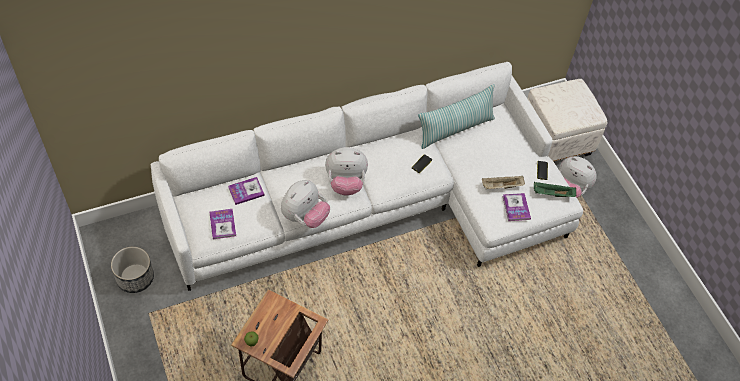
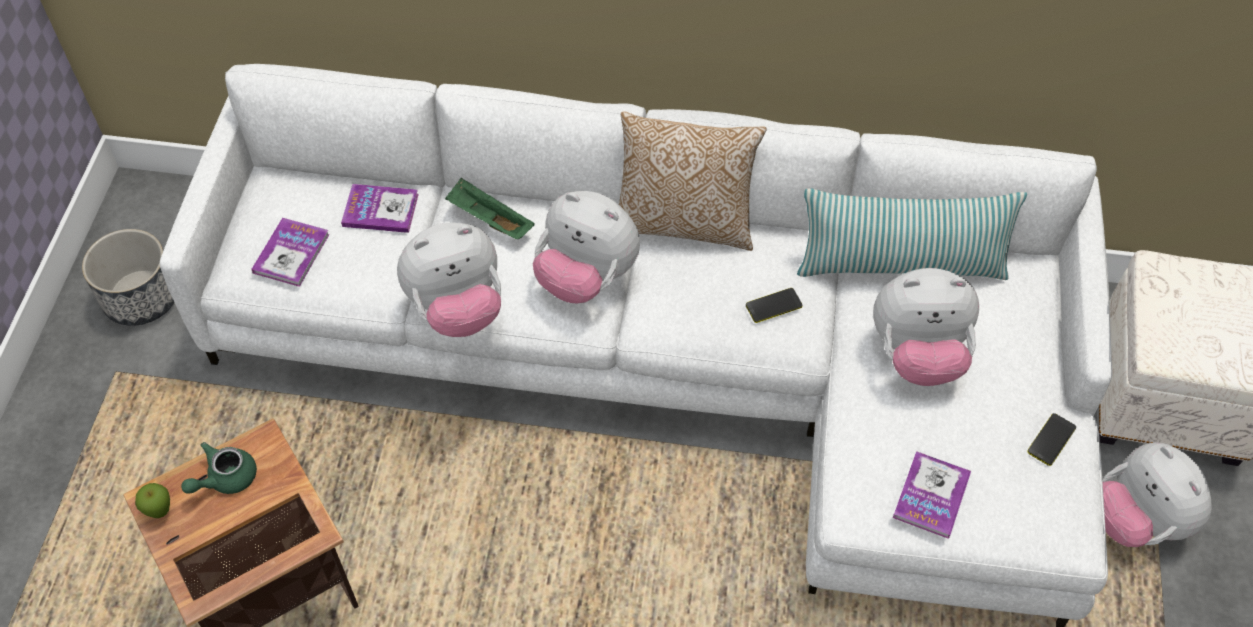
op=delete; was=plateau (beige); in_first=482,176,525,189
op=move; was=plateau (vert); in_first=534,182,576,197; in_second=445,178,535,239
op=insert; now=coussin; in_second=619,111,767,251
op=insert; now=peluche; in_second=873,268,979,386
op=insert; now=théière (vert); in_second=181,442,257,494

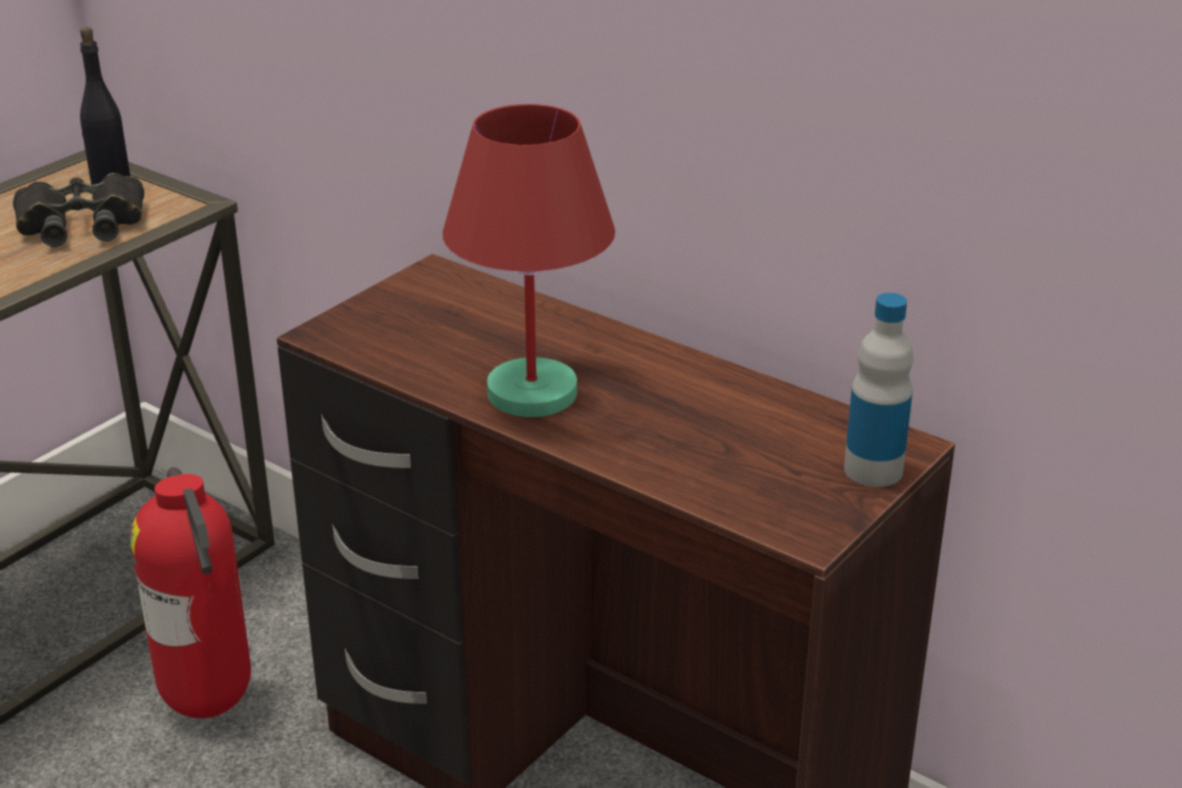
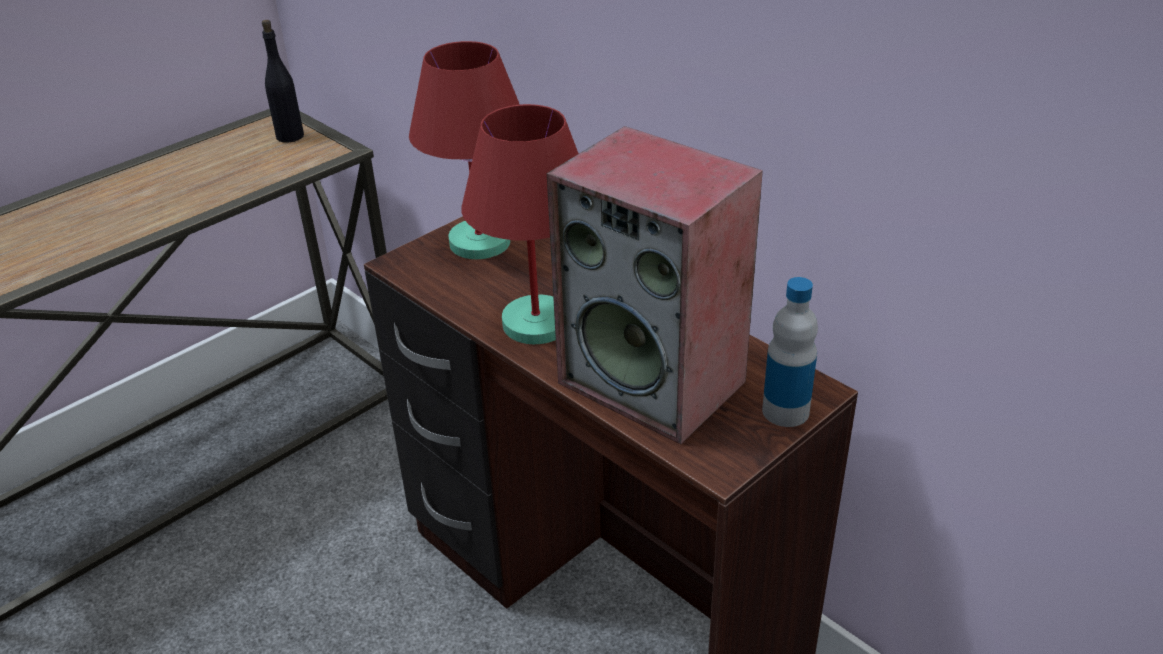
op=delete; was=jumelles (noir); in_first=13,173,144,247
op=delete; was=extincteur; in_first=130,467,251,718
op=insert; now=lampe de table (rouge); in_second=409,41,520,259
op=insert; now=enceinte; in_second=547,126,763,444

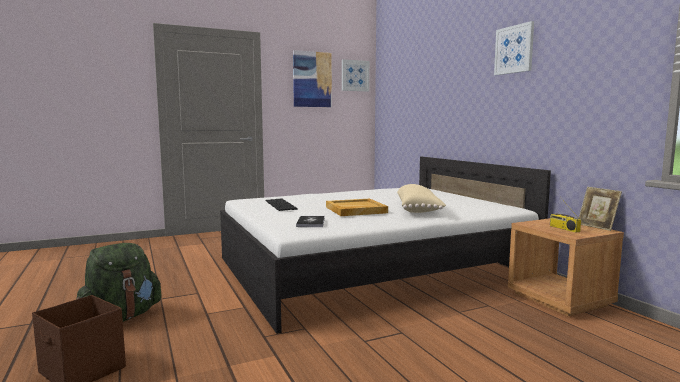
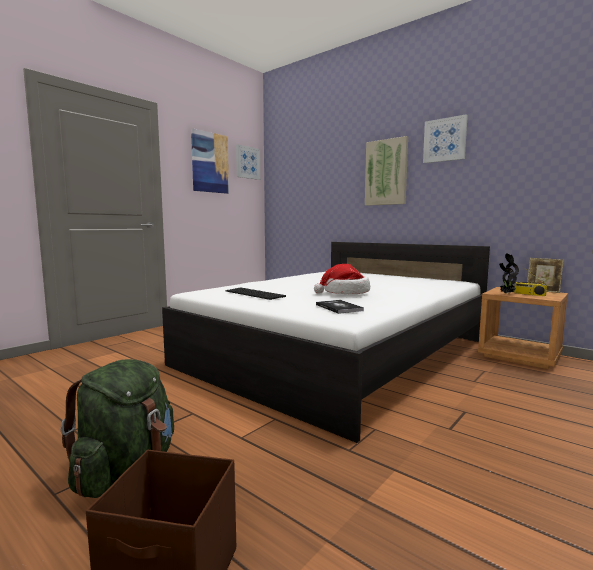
op=delete; was=coussin (beige); in_first=397,184,446,213
op=replace; was=plateau (beige); now=chapeau; in_first=326,199,388,216; in_second=314,264,370,294
op=insert; now=tableau; in_second=365,136,408,206
op=insert; now=plante en pot; in_second=499,253,519,294

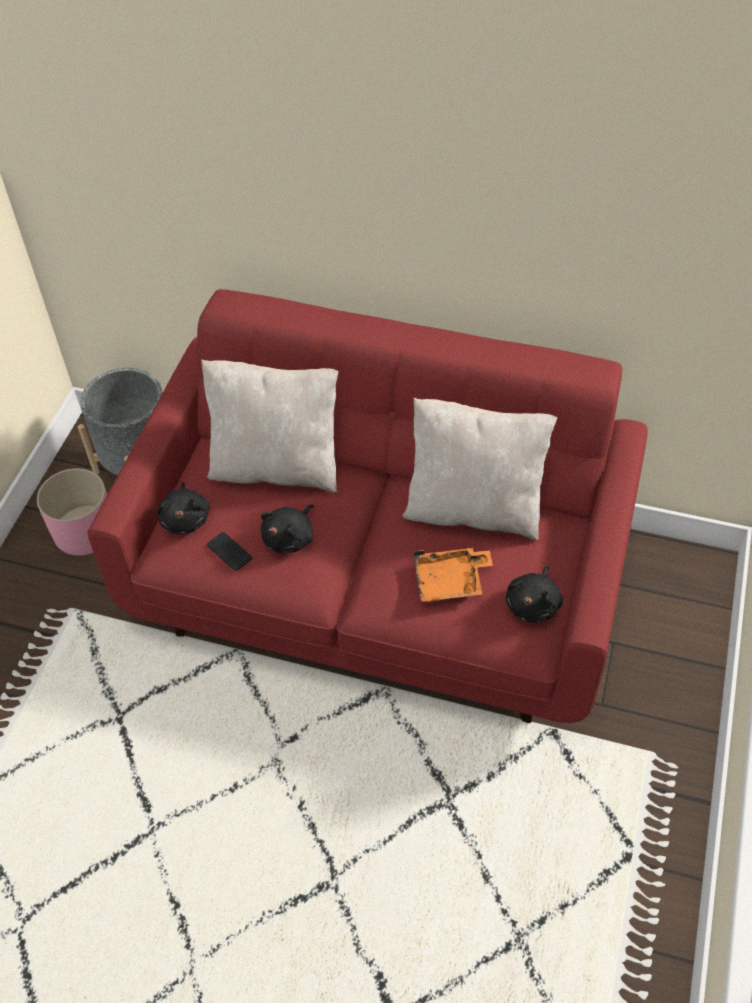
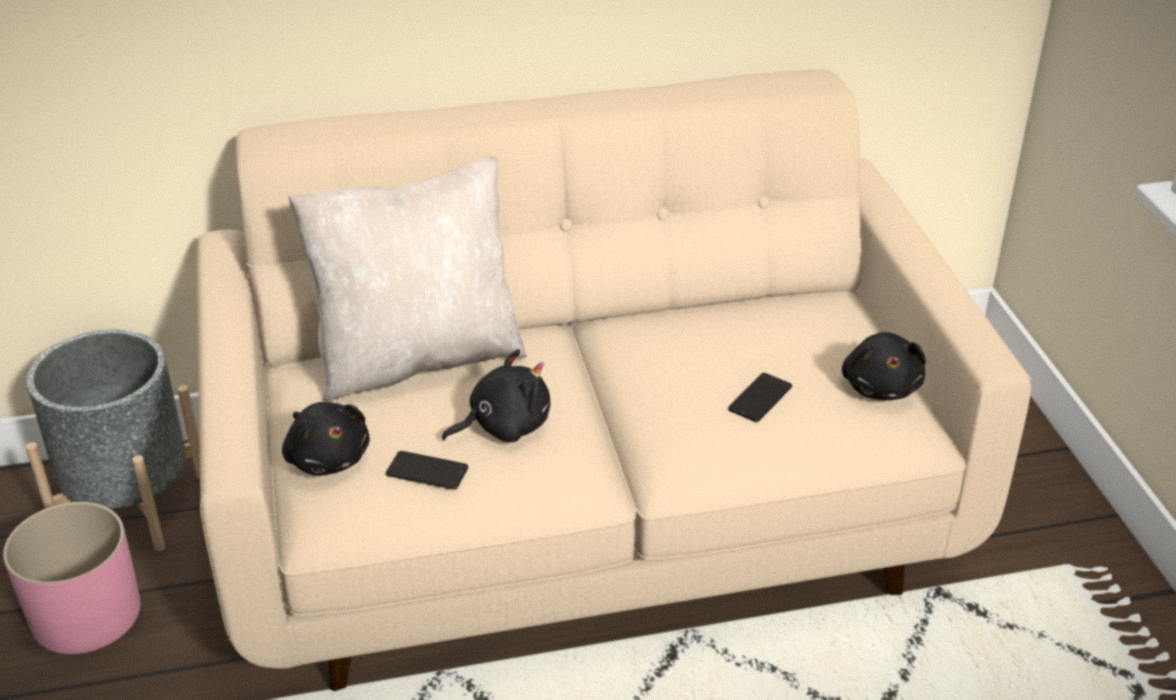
op=recolor; was=canapé (rouge); now=canapé (beige); in_first=87,289,648,723; in_second=197,70,1032,691
op=delete; was=coussin (beige); in_first=402,398,557,540
op=rotate; was=peluche (noir); in_first=260,504,314,553; in_second=442,349,550,442; clockwise=-120
op=replace; was=plateau (orange); now=téléphone; in_first=414,548,493,602; in_second=728,373,792,422

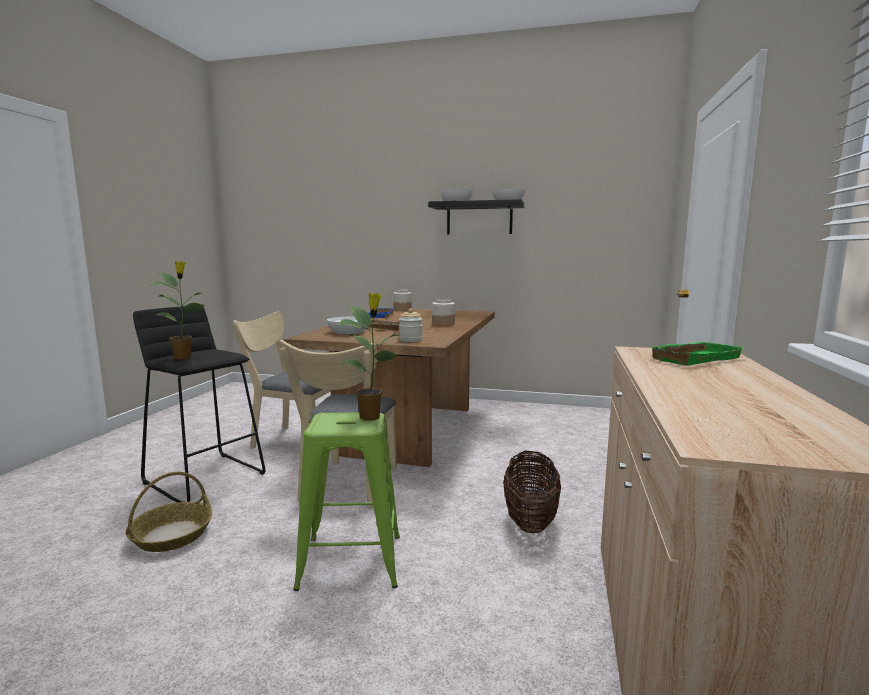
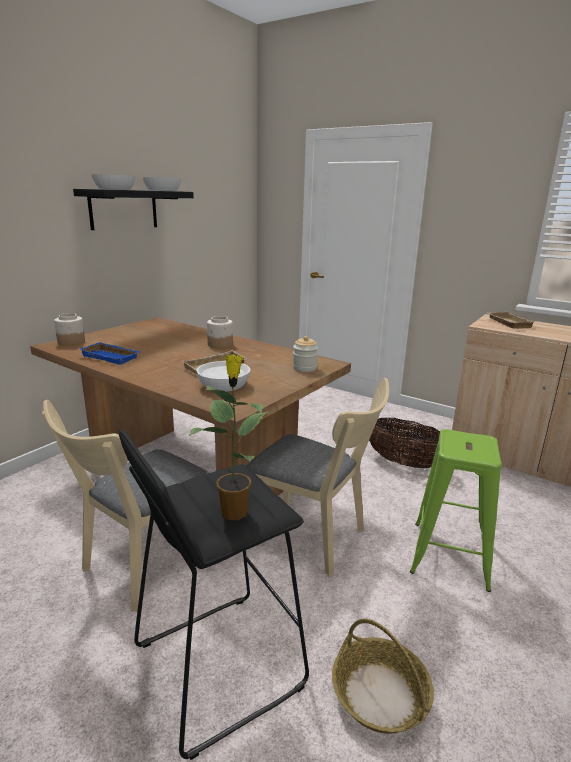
op=delete; was=plante en pot; in_first=337,293,399,421
op=recolor; was=plateau (vert); now=plateau (beige); in_first=647,342,745,366; in_second=488,312,536,329

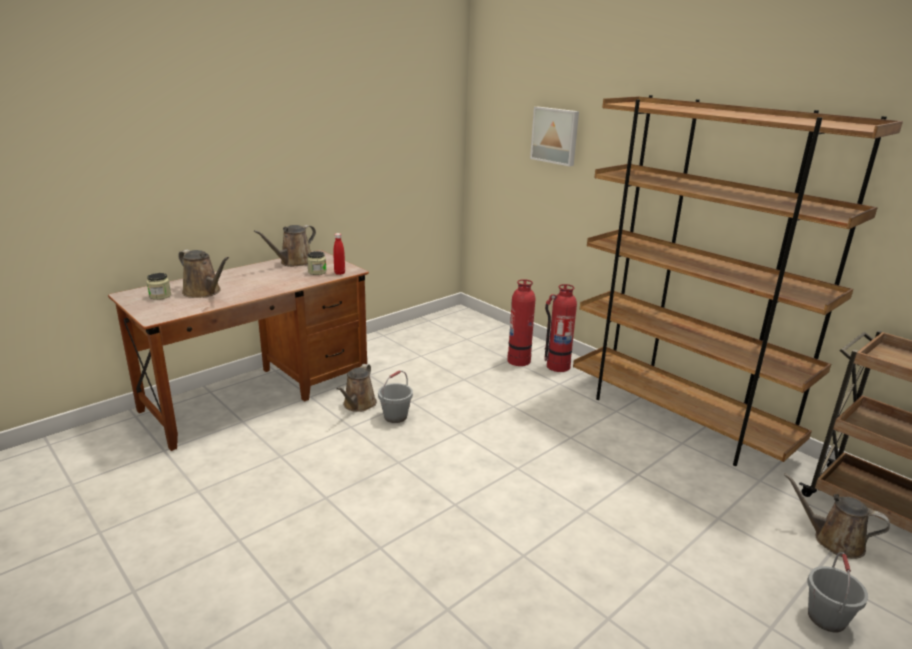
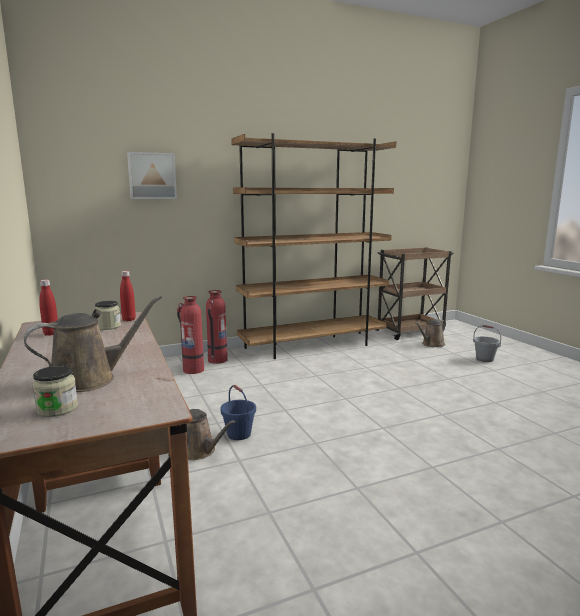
op=replace; was=arrosoir (marron); now=bouteille (rouge); in_first=254,225,316,267; in_second=39,280,58,336
op=recolor; was=seau (gris); now=seau (bleu); in_first=378,370,413,423; in_second=221,385,256,440

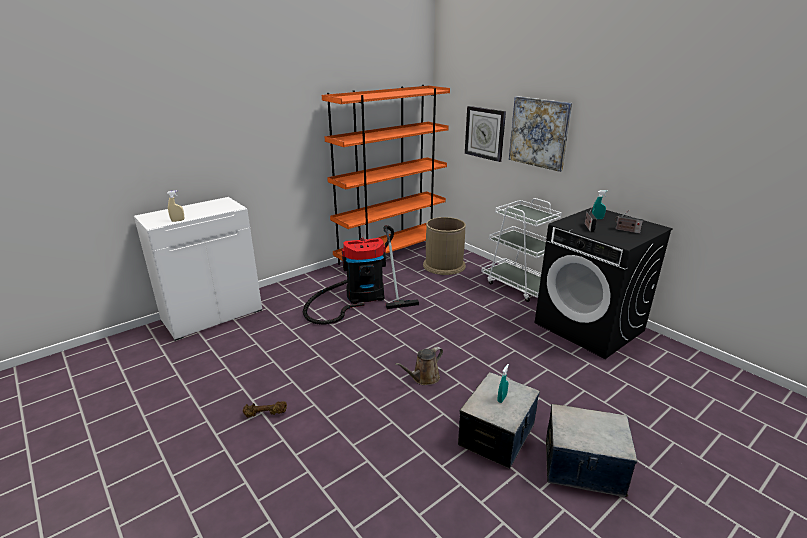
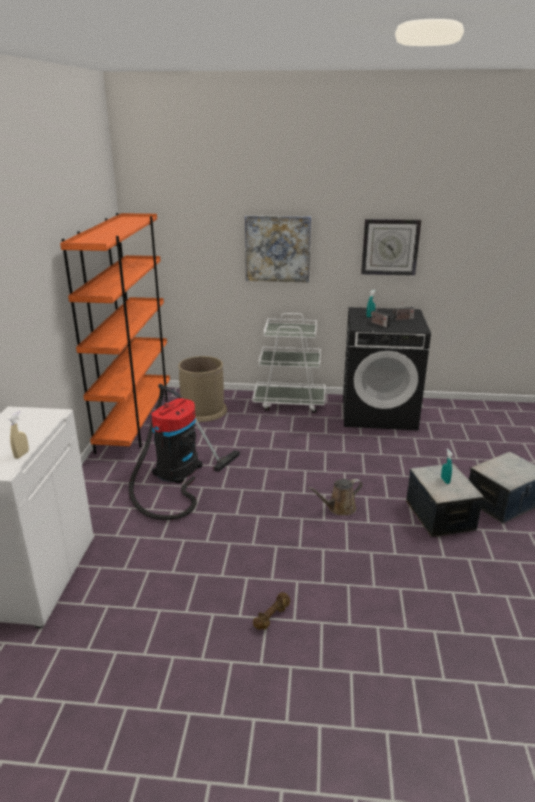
op=move; was=horloge murale; in_first=465,106,506,162; in_second=361,219,421,276
op=rotate; was=arrosoir (marron); in_first=395,347,443,385; in_second=308,479,362,515; clockwise=60

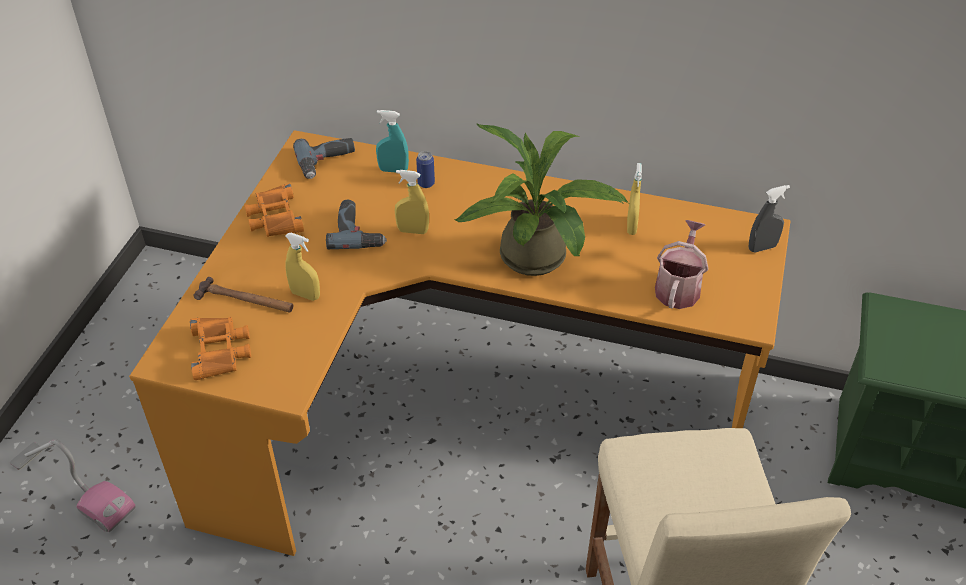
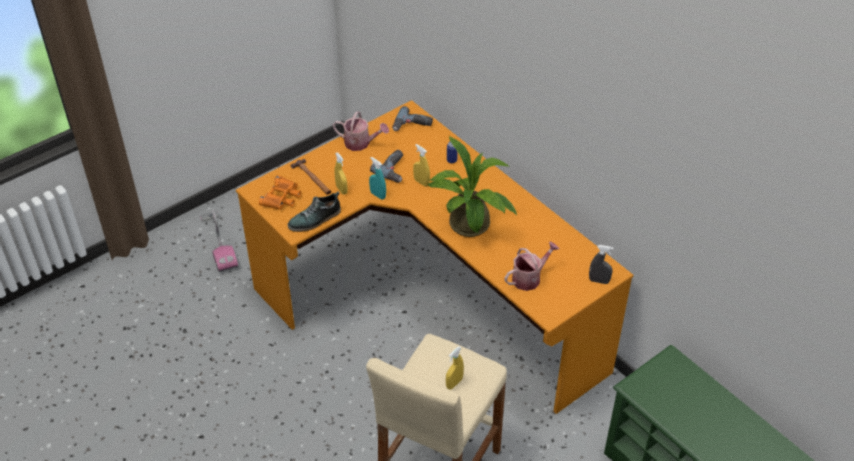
op=move; was=vaporisateur (turquoise); in_first=376,110,409,172; in_second=369,157,386,200
op=move; was=vaporisateur (jaune); in_first=627,163,642,235; in_second=446,346,464,389
op=replace; was=jumelles (orange); now=arrosoir; in_first=245,183,304,237; in_second=333,112,389,151
op=insert; now=chaussure; in_second=288,191,341,232

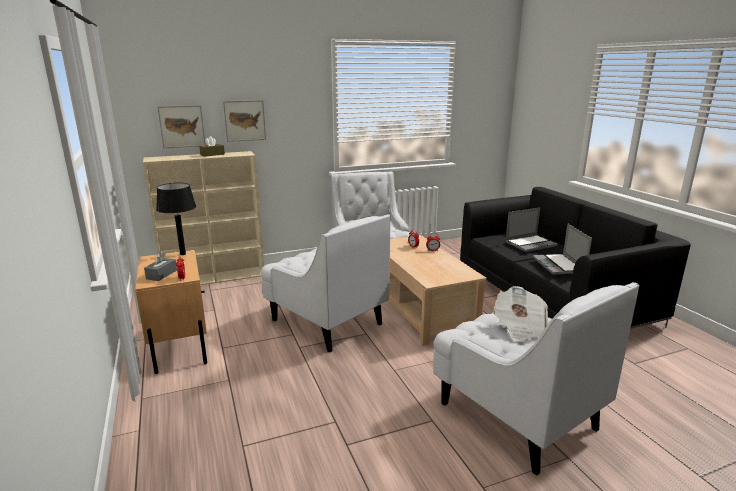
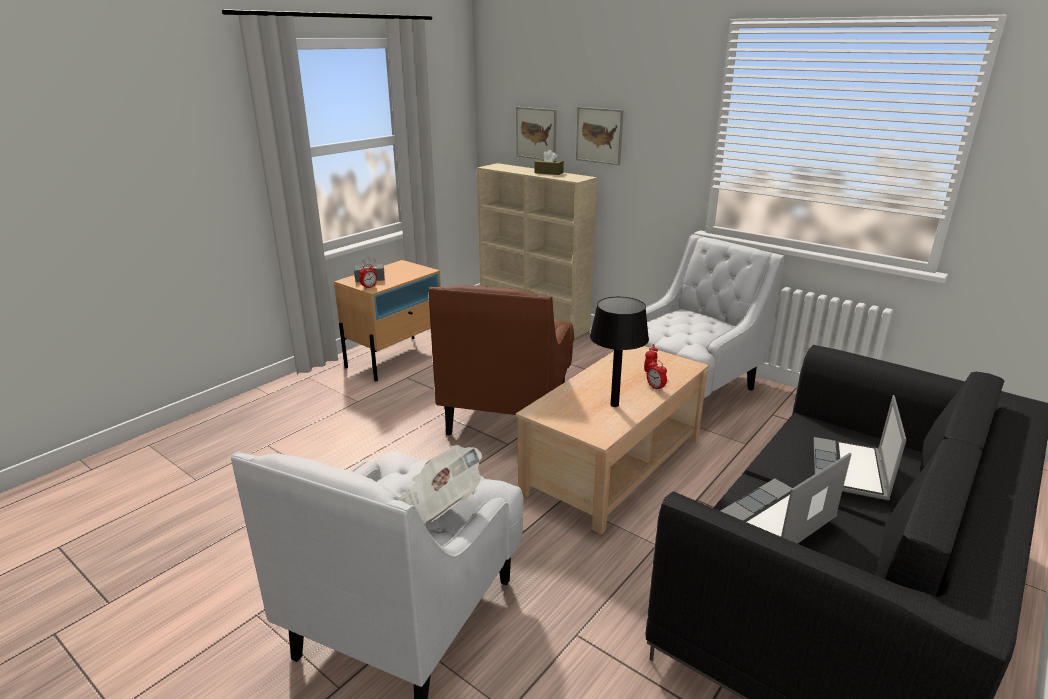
op=move; was=lampe de table (noir); in_first=156,183,196,255; in_second=590,297,649,407
op=rotate; was=ordinateur portable; in_first=505,207,558,252; in_second=814,395,907,500; clockwise=75
op=recolor; was=fauteuil (blanc); now=fauteuil (marron); in_first=261,214,391,353; in_second=428,285,574,435

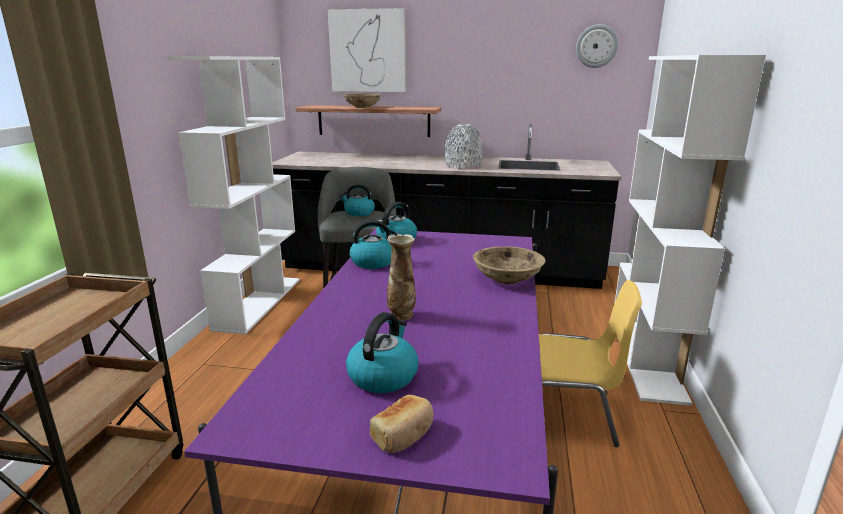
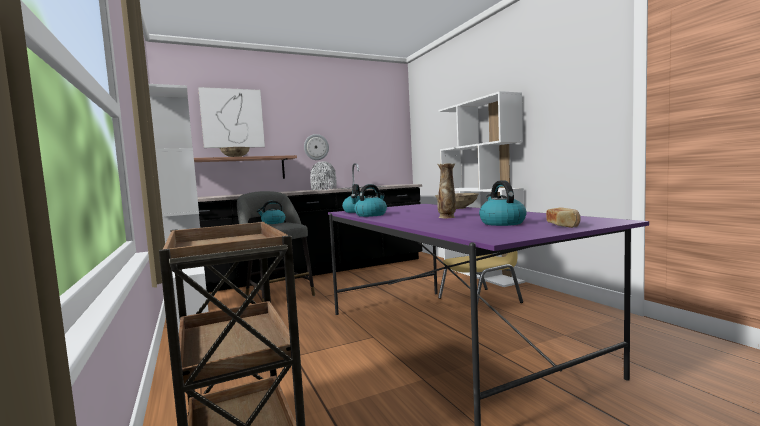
op=move; was=horloge murale; in_first=576,24,618,68; in_second=304,134,329,160

